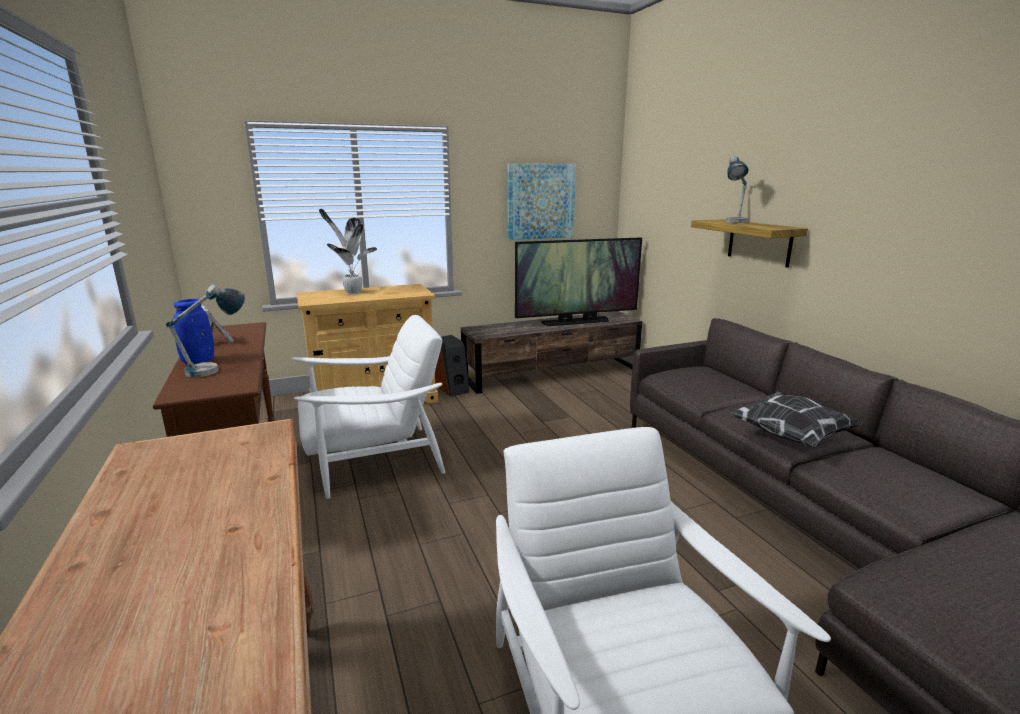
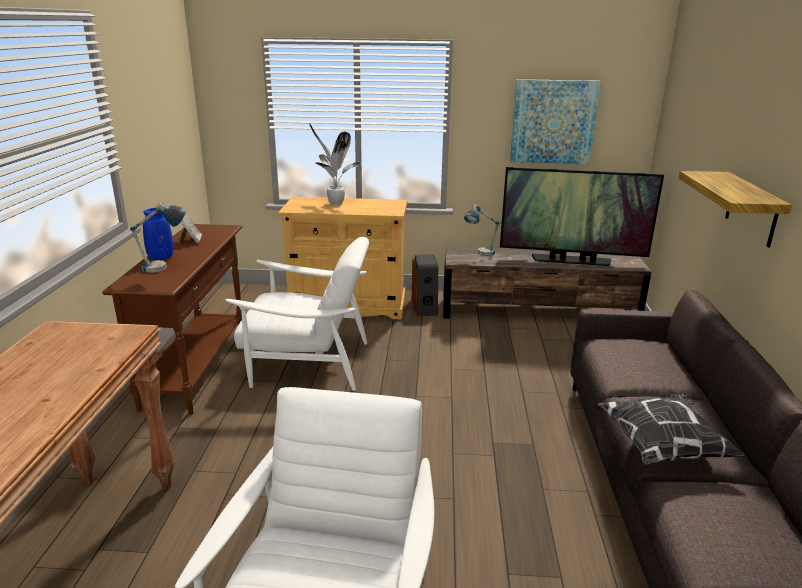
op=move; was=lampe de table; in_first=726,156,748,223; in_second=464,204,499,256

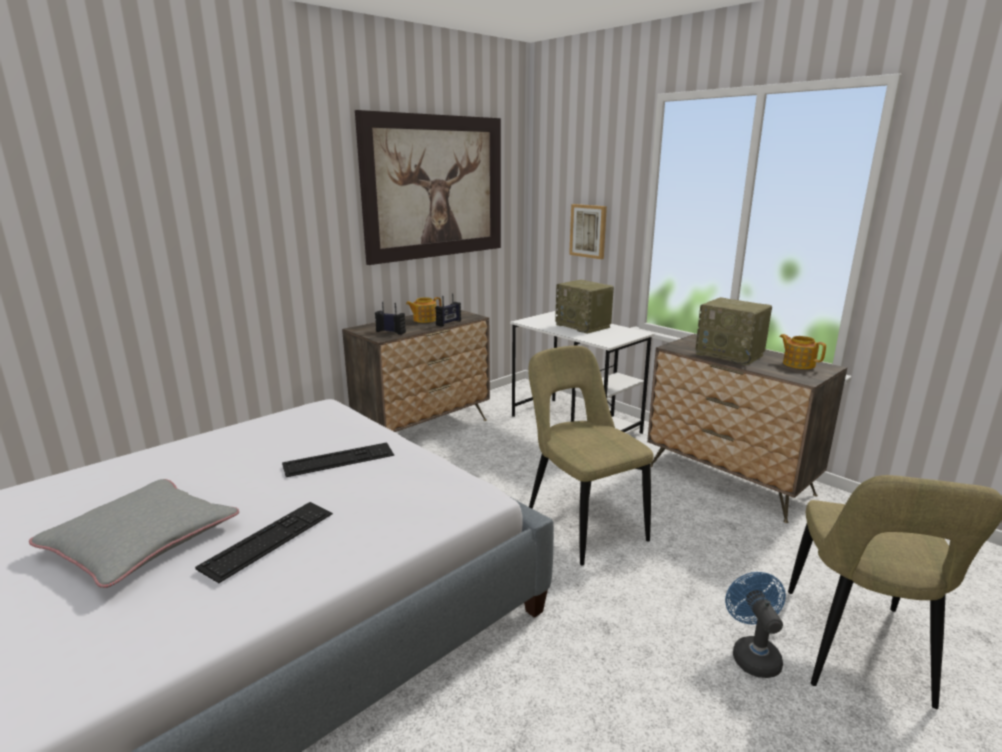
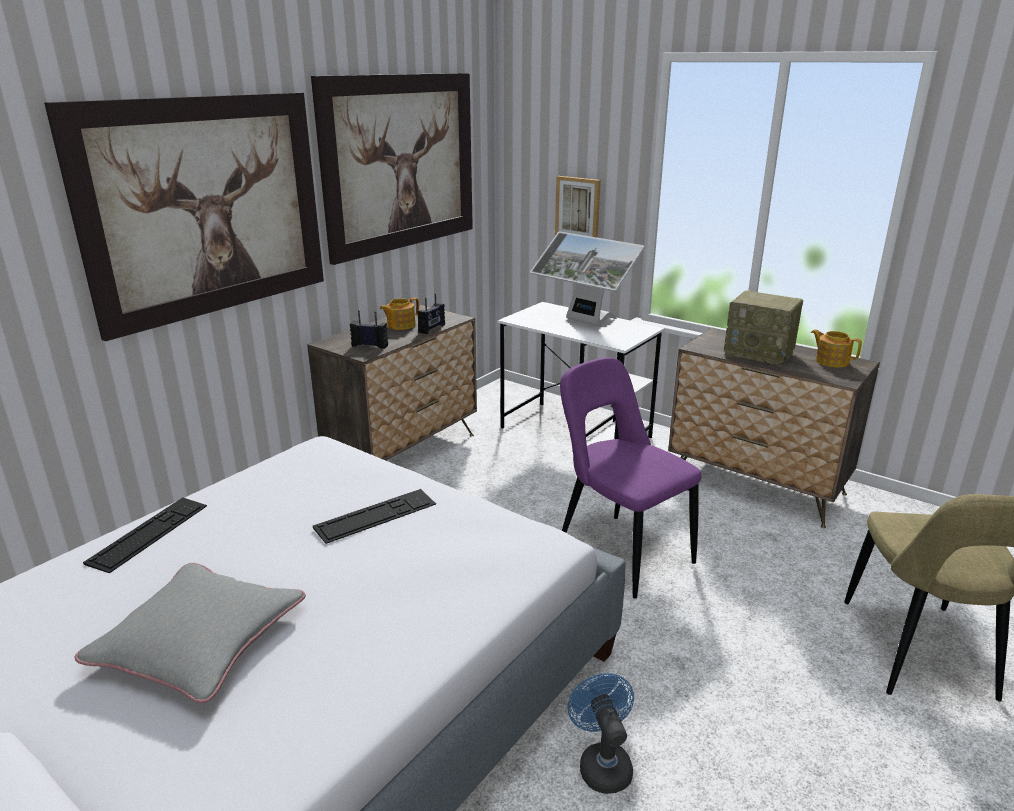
op=replace; was=radio; now=écran d'ordinateur; in_first=555,280,614,334; in_second=530,232,645,327
op=recolor; was=chaise (beige); now=chaise (violet); in_first=528,346,654,566; in_second=560,358,701,598
op=move; was=clavier; in_first=195,502,333,583; in_second=83,498,207,573
op=move; was=ventilateur (bleu); in_first=725,572,786,678; in_second=567,673,634,794
op=insert; now=tableau; in_second=44,93,324,341

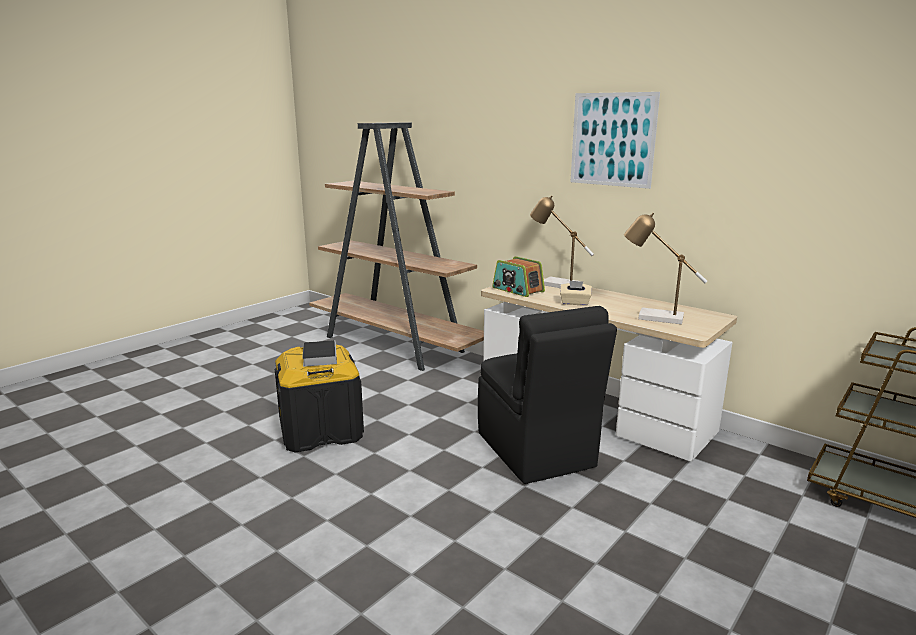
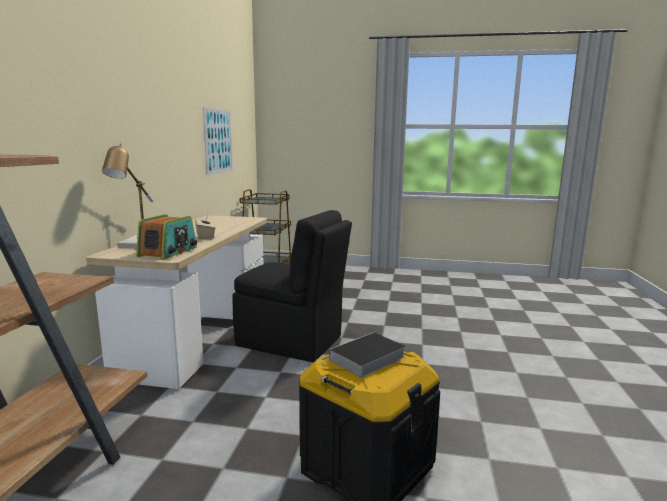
op=move; was=tableau; in_first=571,92,660,189; in_second=203,107,233,175
op=delete; was=lampe de table; in_first=624,213,707,324
op=rotate; was=chaise (noir); in_first=478,306,617,484; in_second=232,210,352,362; clockwise=75

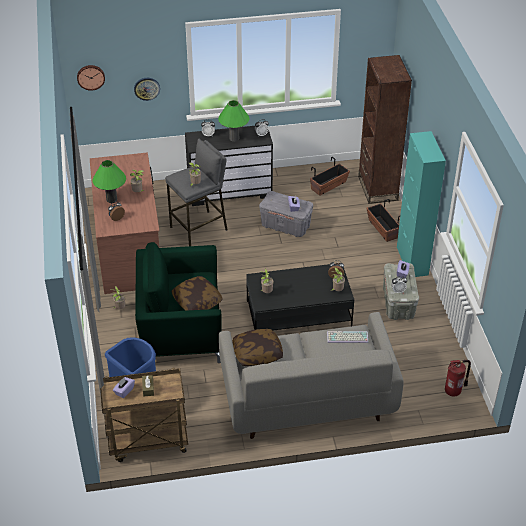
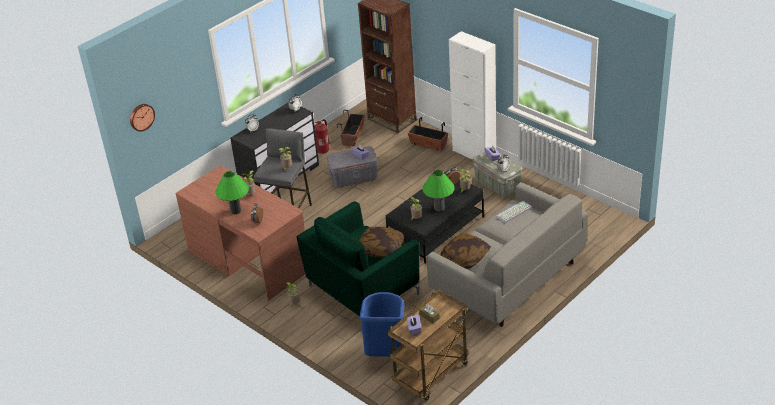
op=delete; was=horloge murale; in_first=134,78,160,101
op=move; was=lampe de table (vert); in_first=218,100,249,142; in_second=422,170,455,212
op=recolor; was=meuble de rangement (turquoise); now=meuble de rangement (blanc); in_first=397,131,446,277; in_second=449,31,496,160
op=move; was=extincteur; in_first=445,360,471,396; in_second=315,119,330,154

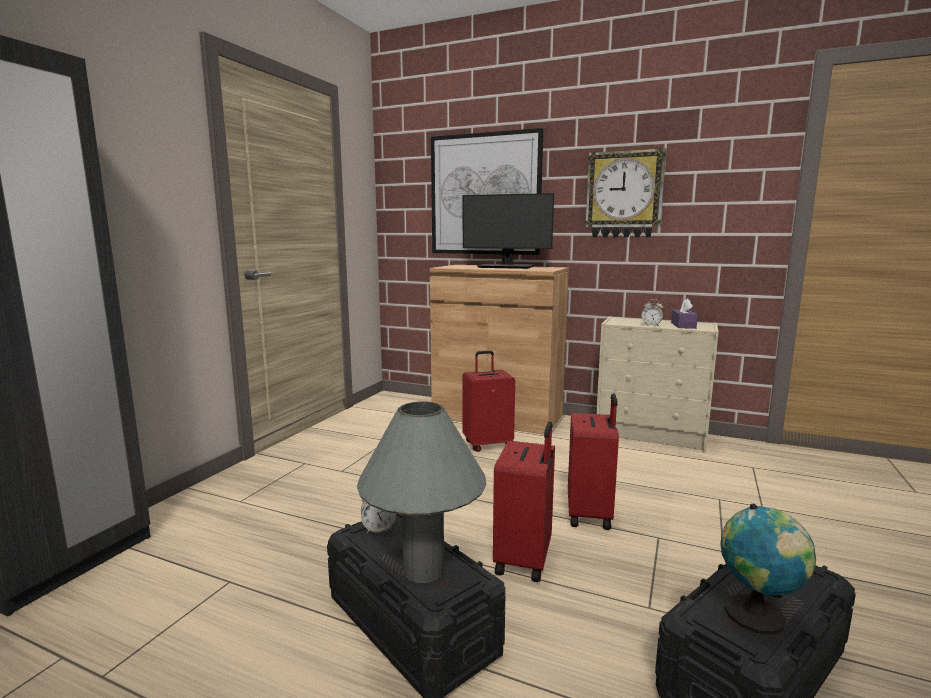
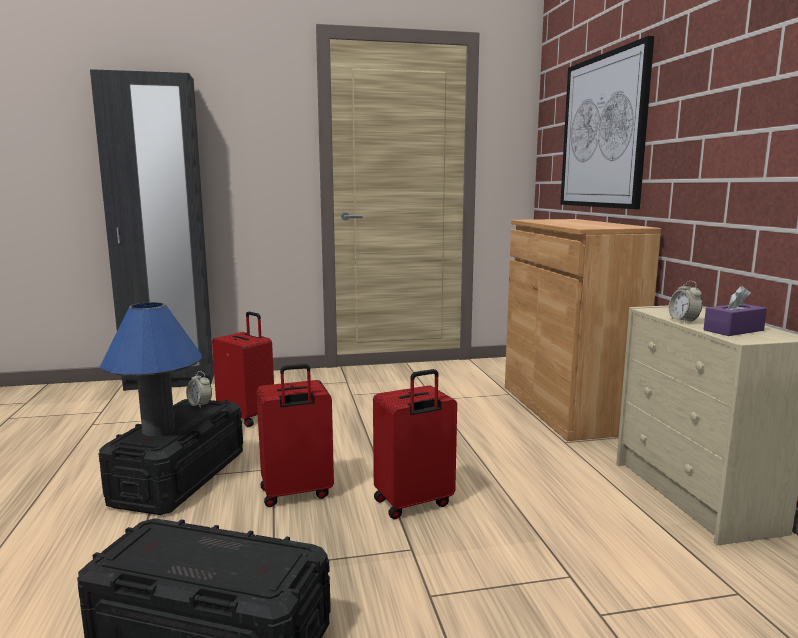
op=delete; was=horloge murale; in_first=585,148,666,238
op=delete; was=écran d'ordinateur; in_first=463,193,554,269
op=move; was=valise (rouge); in_first=462,351,515,452; in_second=212,312,274,427
op=recolor; was=lampe de table (gris); now=lampe de table (bleu); in_first=357,401,486,583; in_second=100,302,202,436
op=delete; was=globe; in_first=720,504,816,635

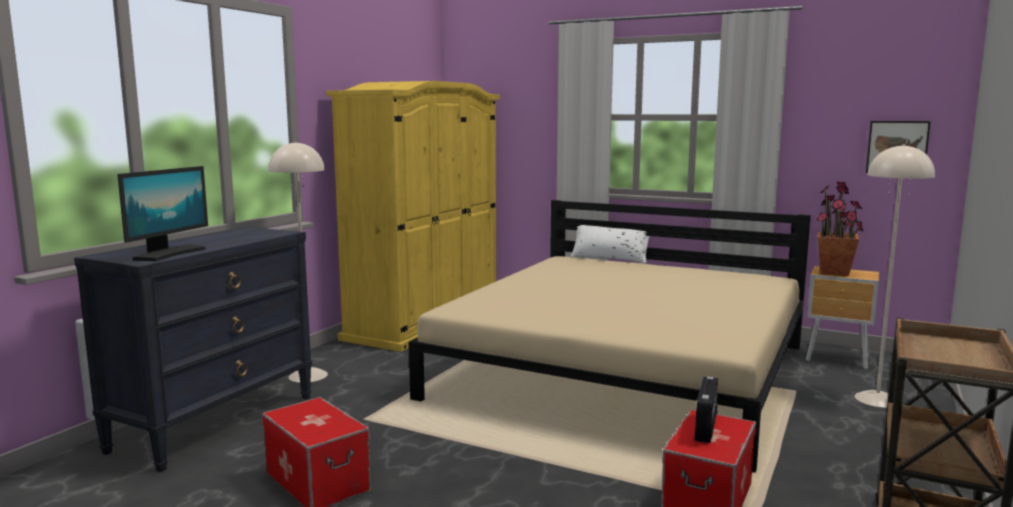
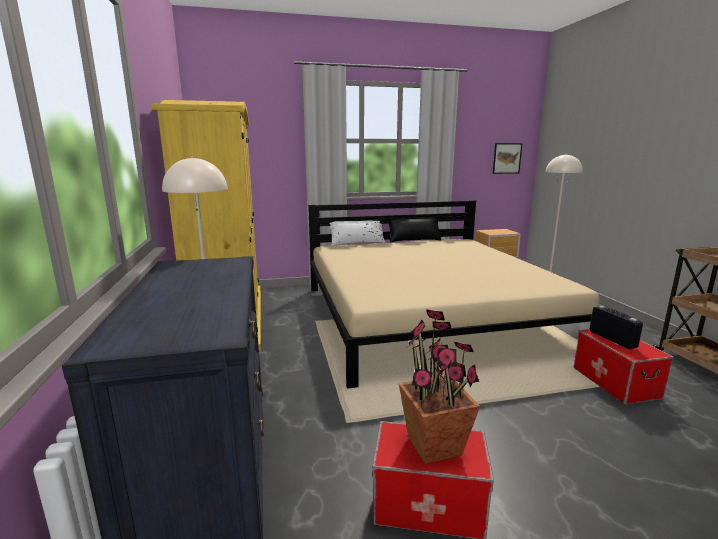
op=delete; was=écran d'ordinateur; in_first=117,166,208,261
op=move; was=plante en pot; in_first=816,182,864,276; in_second=399,309,480,464
op=insert; now=coussin (noir); in_second=389,218,441,243

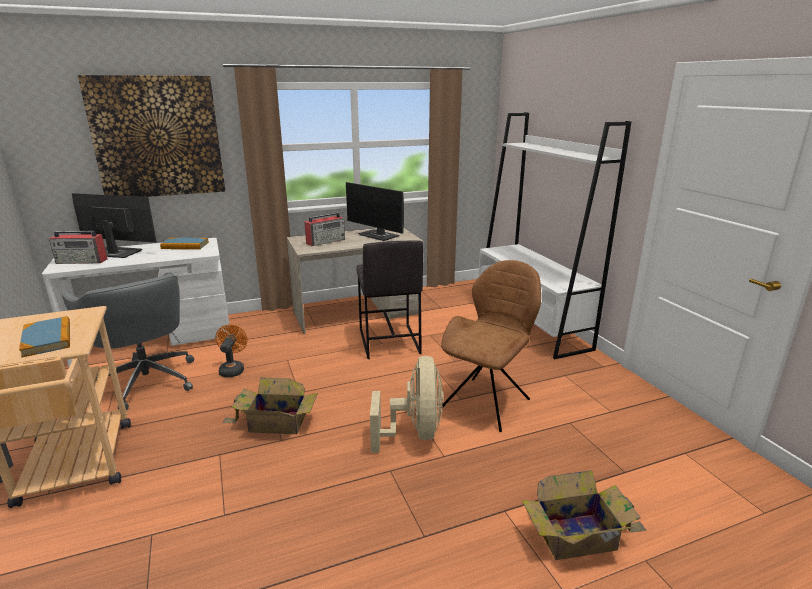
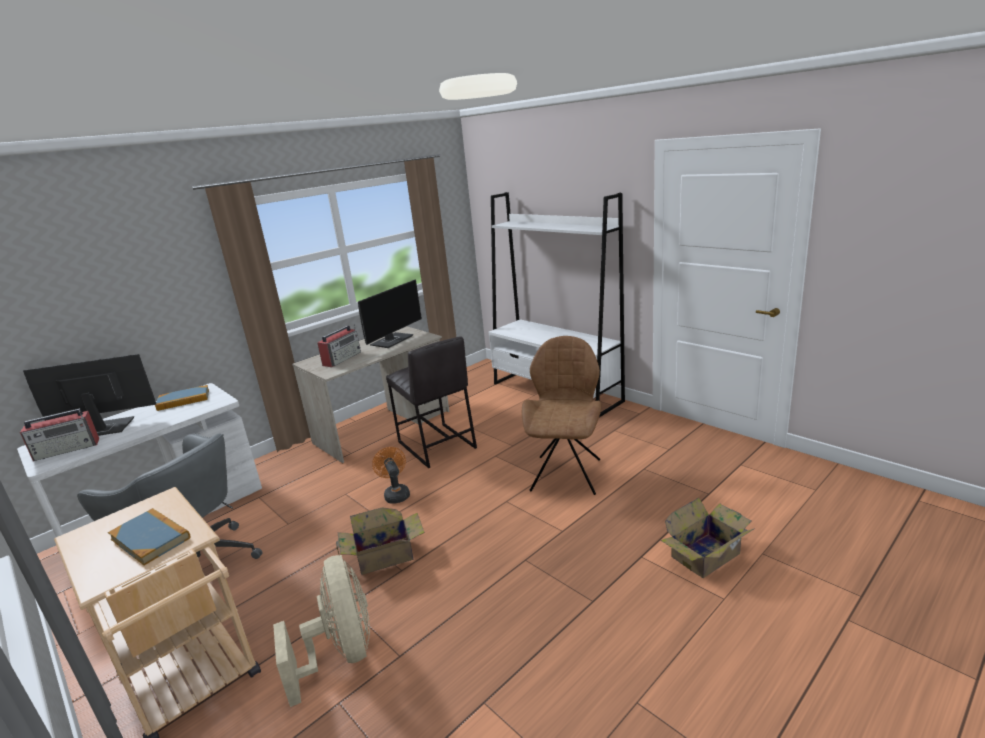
op=delete; was=tableau; in_first=78,75,225,197
op=rotate; was=écran d'ordinateur; in_first=346,182,404,241; in_second=358,279,422,348; clockwise=-75
op=move; was=ventilateur (orange); in_first=215,324,247,377; in_second=372,447,410,504
op=move; was=ventilateur (beige); in_first=370,356,443,453; in_second=273,555,370,707

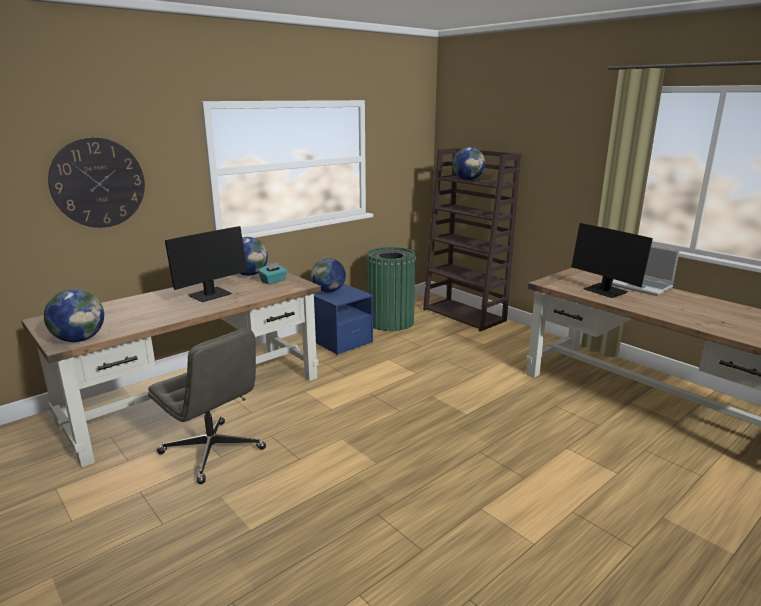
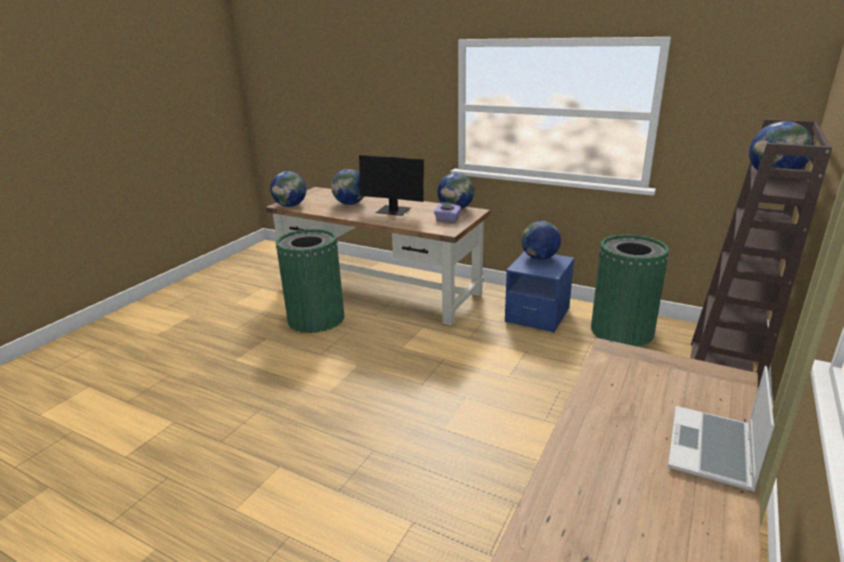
op=delete; was=horloge murale; in_first=48,137,145,228
op=delete; was=écran d'ordinateur; in_first=571,223,653,298
op=recolor; was=boîte à mouchoirs (turquoise); now=boîte à mouchoirs (violet); in_first=258,262,287,284; in_second=434,202,461,222
op=replace; was=chaise de bureau (gris); now=poubelle (vert); in_first=148,328,266,484; in_second=276,229,344,333
op=insert; now=globe; in_second=331,169,364,205

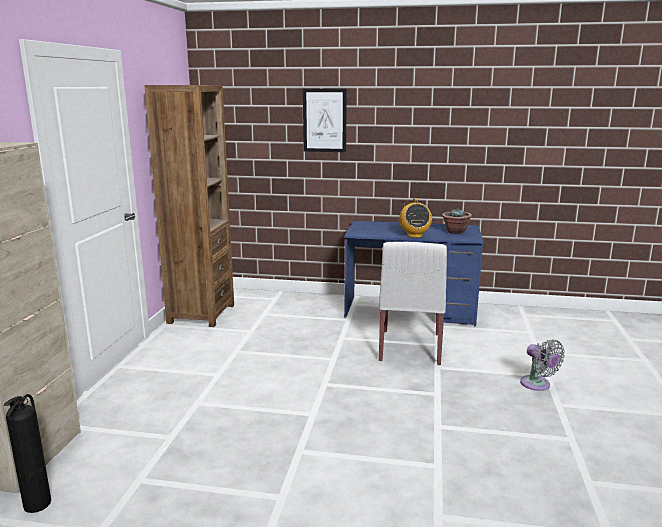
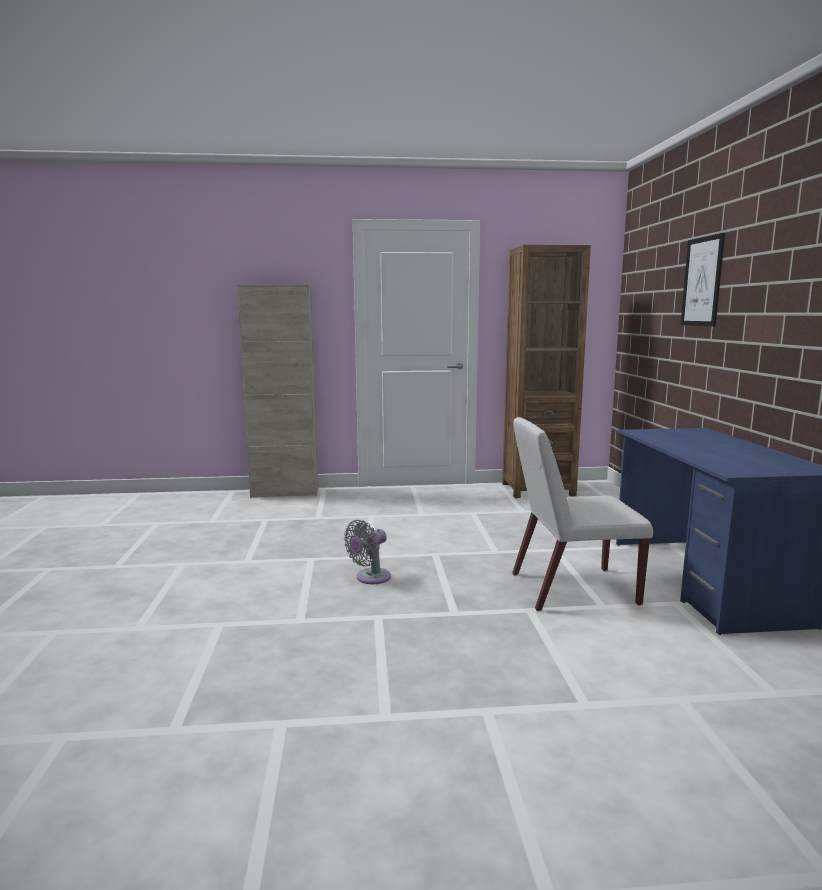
op=delete; was=radio; in_first=399,198,432,238
op=delete; was=plante en pot; in_first=442,209,472,234
op=move; was=ventilateur (gris); in_first=520,340,565,391; in_second=344,520,391,584
op=delete; was=extincteur; in_first=4,394,51,513

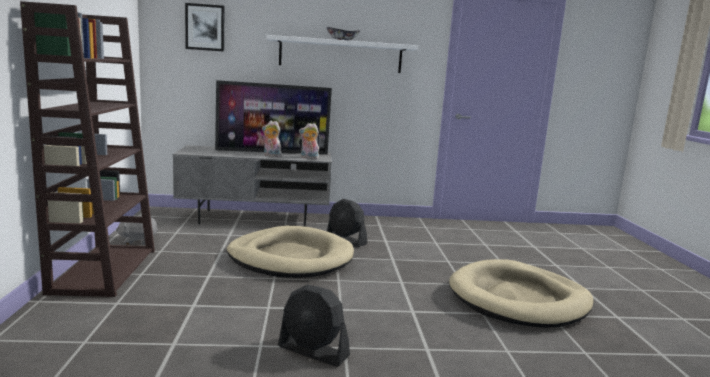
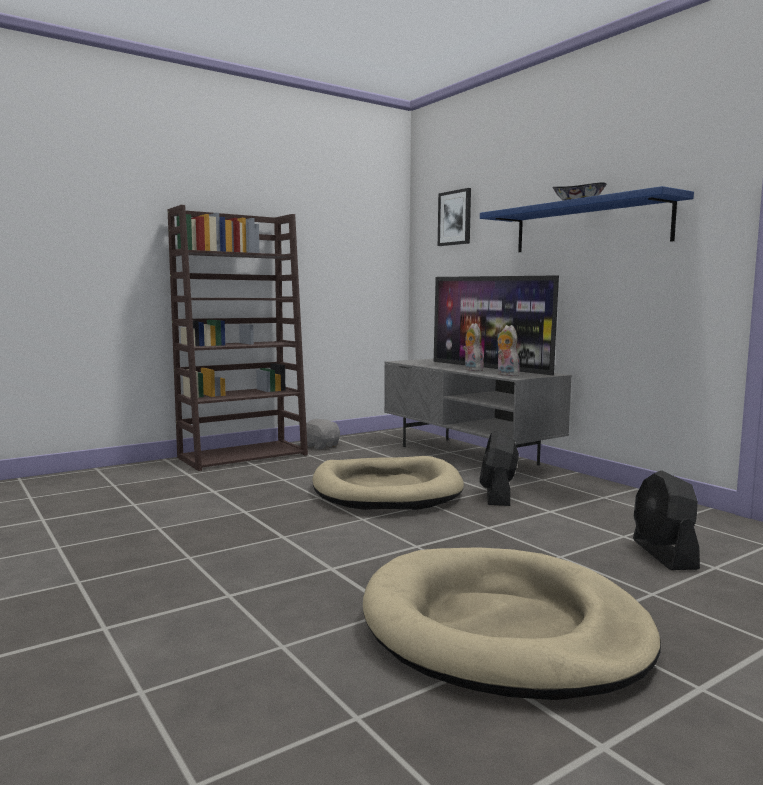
op=recolor; was=étagère (blanc); now=étagère (bleu); in_first=266,35,418,73; in_second=480,186,694,252
op=move; was=ventilateur (noir); in_first=278,285,350,367; in_second=633,470,700,570

